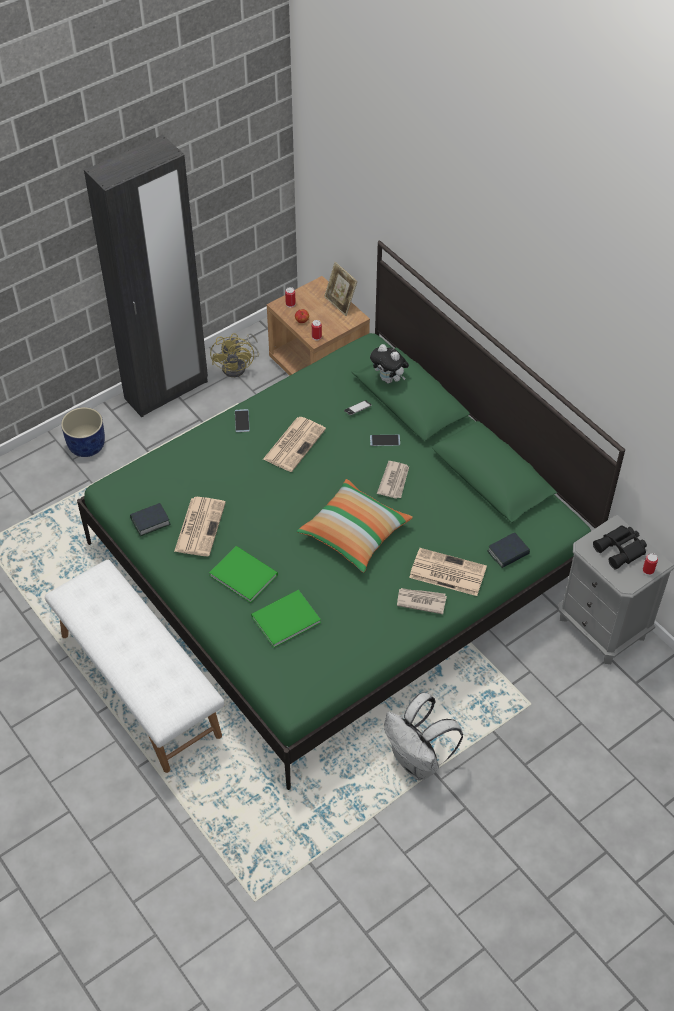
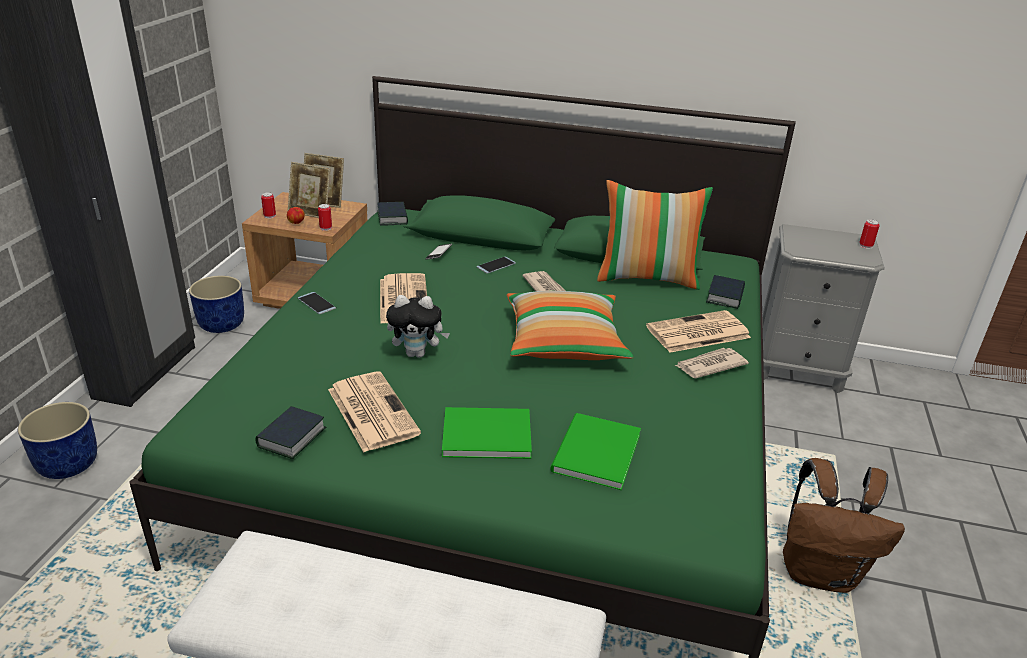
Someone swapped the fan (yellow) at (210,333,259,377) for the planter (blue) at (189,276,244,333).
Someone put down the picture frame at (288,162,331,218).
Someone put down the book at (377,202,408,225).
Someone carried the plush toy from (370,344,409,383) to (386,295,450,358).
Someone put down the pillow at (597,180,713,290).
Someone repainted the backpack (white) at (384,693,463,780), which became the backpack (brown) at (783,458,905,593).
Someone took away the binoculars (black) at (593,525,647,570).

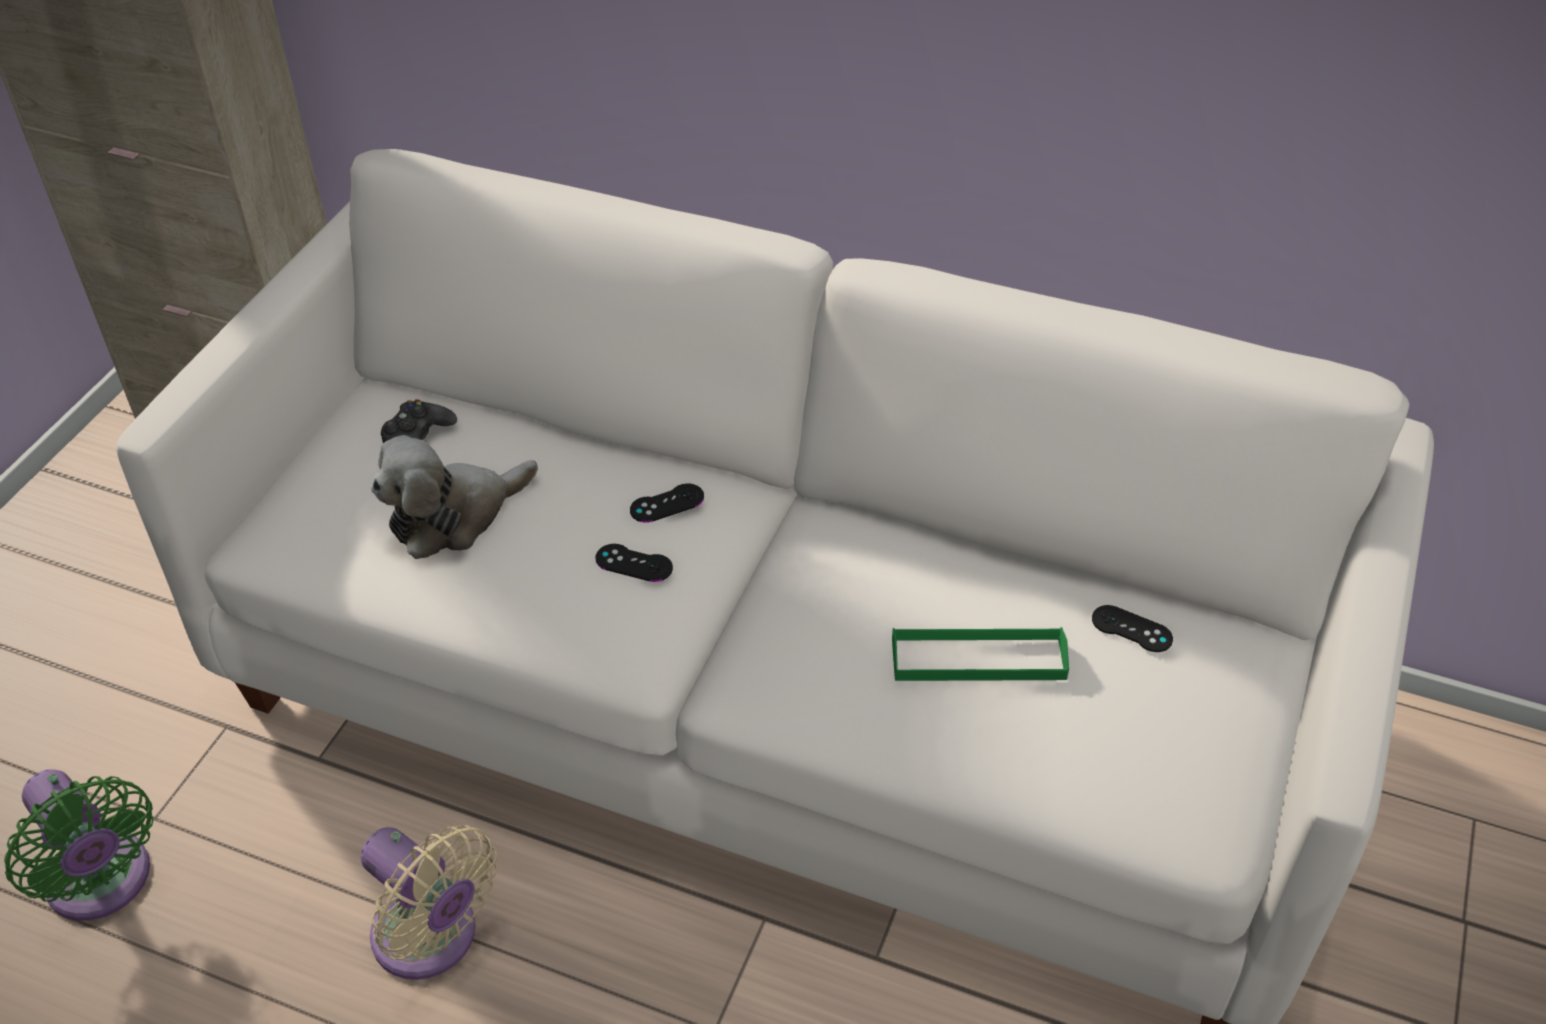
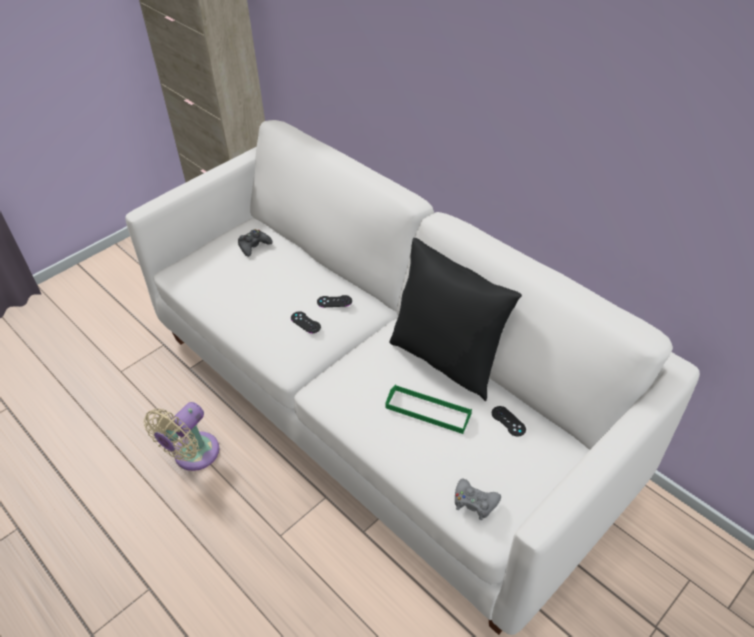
Someone rotated the fan (beige) at (360,825,497,980) by 60 degrees clockwise.
Someone put down the pillow (black) at (389,238,522,401).
Someone put down the game controller (grey) at (455,478,501,520).
Someone took away the fan (green) at (4,769,154,921).
Someone took away the plush toy at (371,435,538,559).

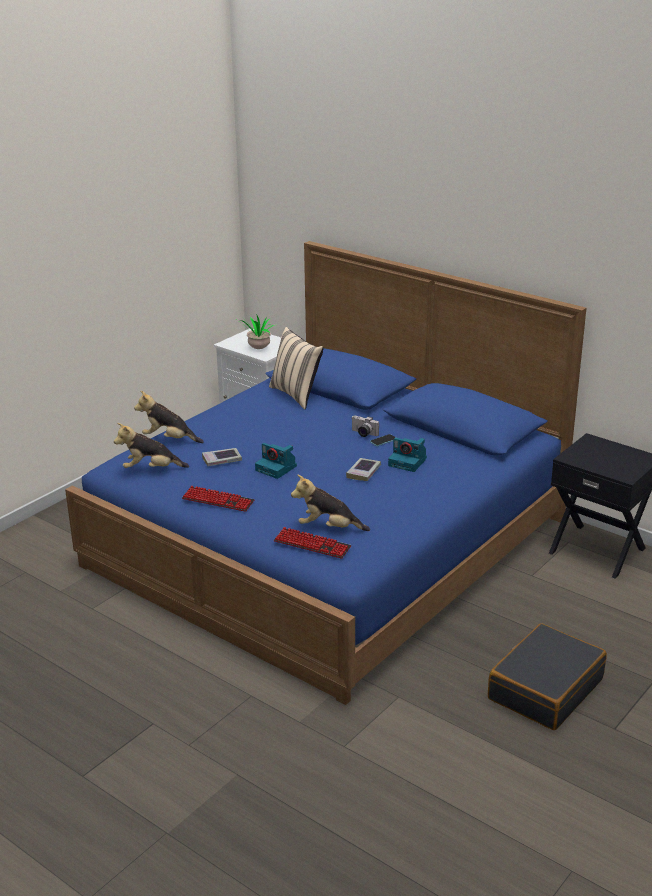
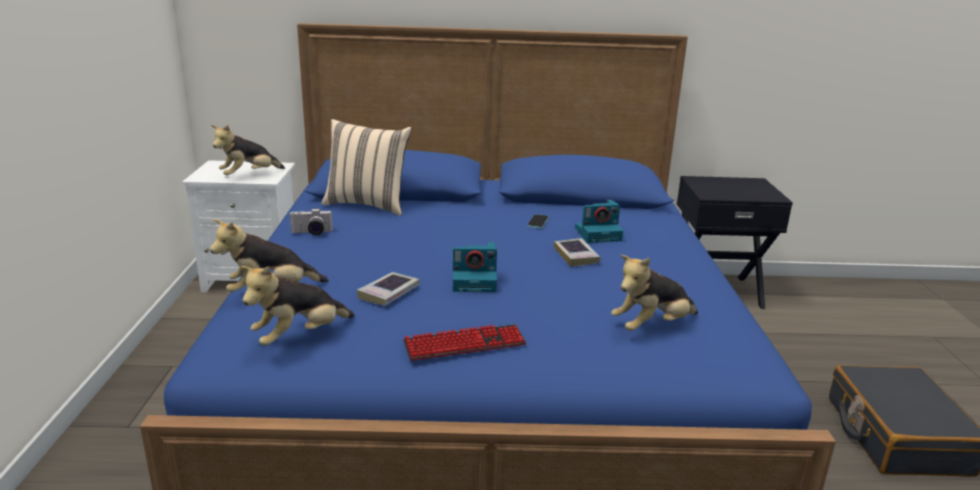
Someone swapped the potted plant at (237,314,274,349) for the plush toy at (211,125,285,175).
Someone carried the photo camera from (352,416,379,437) to (290,208,333,235).
Someone took away the keyboard at (274,527,351,559).

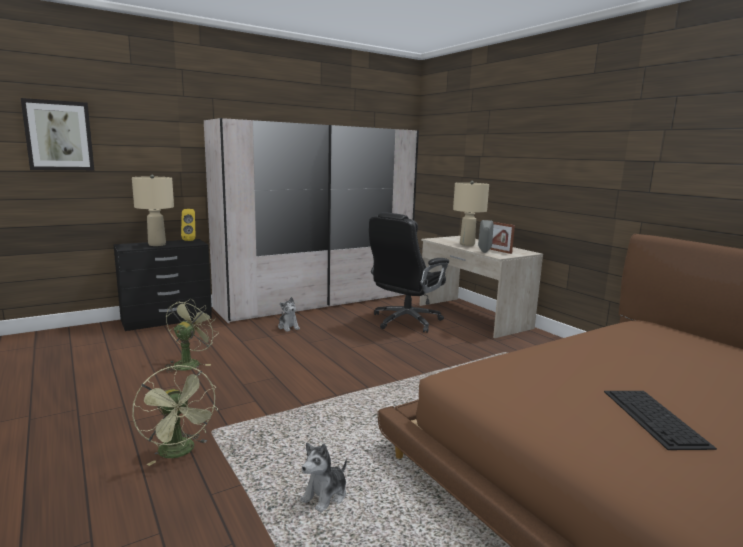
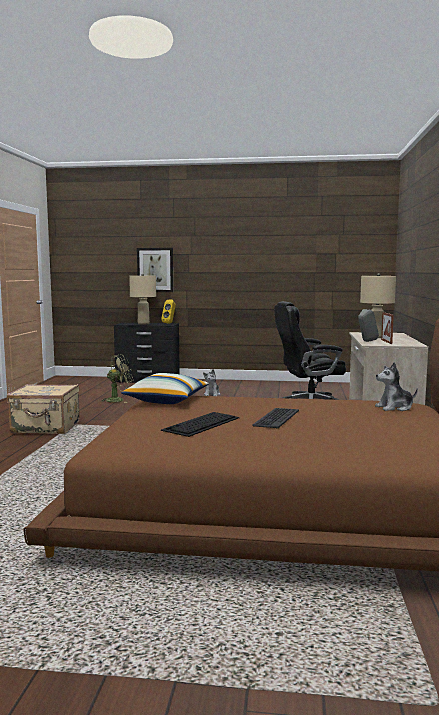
Someone swapped the fan (green) at (132,365,218,466) for the suitcase (beige) at (7,384,80,434).
Someone put down the pillow at (121,373,209,404).
Someone carried the picture from (21,98,94,171) to (137,248,173,292).
Someone put down the keyboard at (252,408,299,428).
Someone carried the plush toy from (300,443,347,512) to (375,362,418,411).
Someone took away the wardrobe (white) at (204,118,419,323).

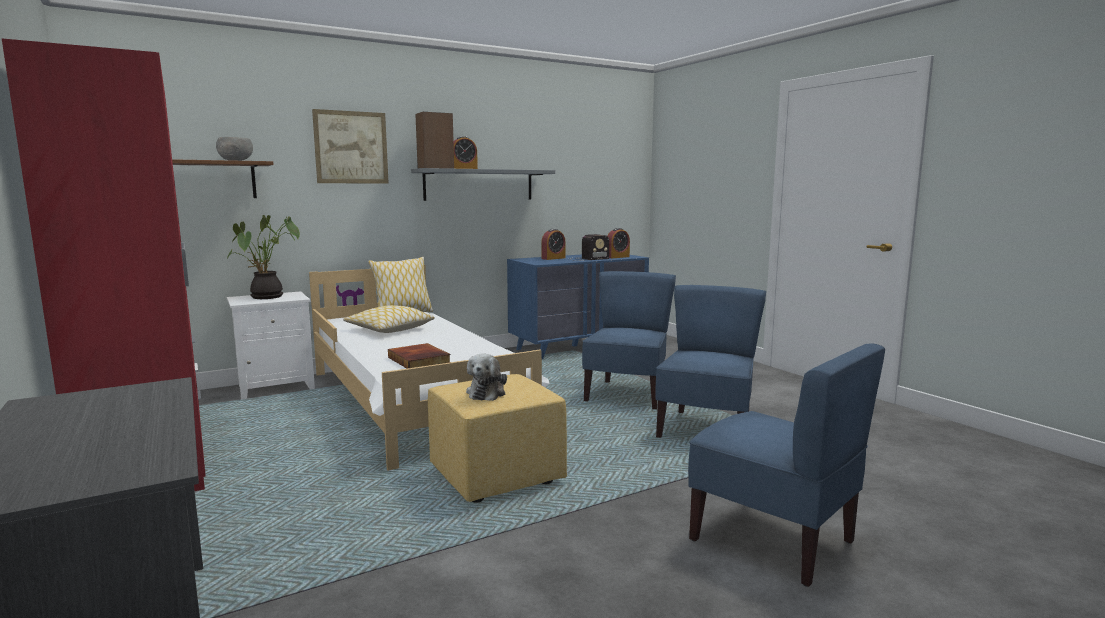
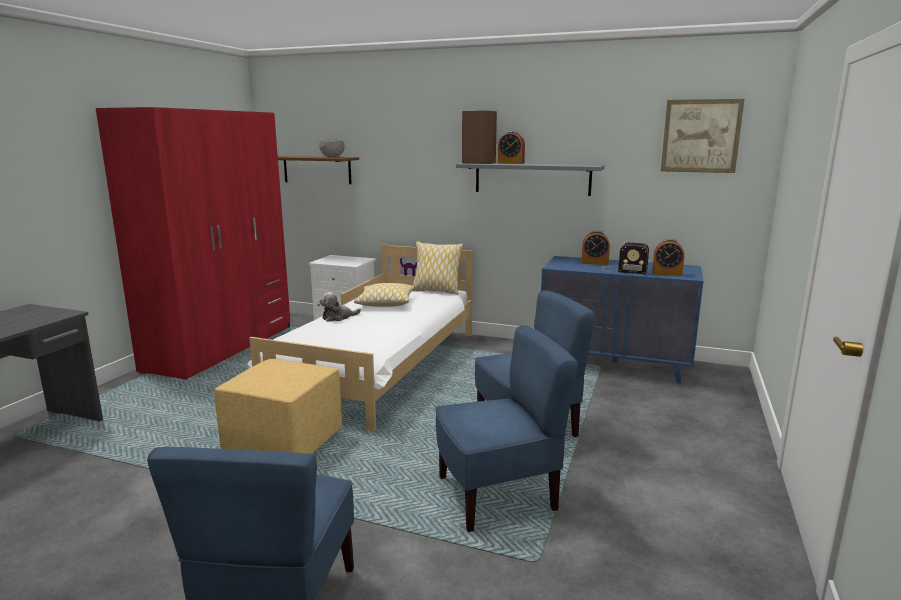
Someone carried the plush toy from (466,353,507,401) to (320,292,361,322).
Someone carried the picture from (312,109,389,183) to (661,99,744,173).
Someone took away the potted plant at (227,215,300,299).
Someone took away the book at (388,343,451,369).

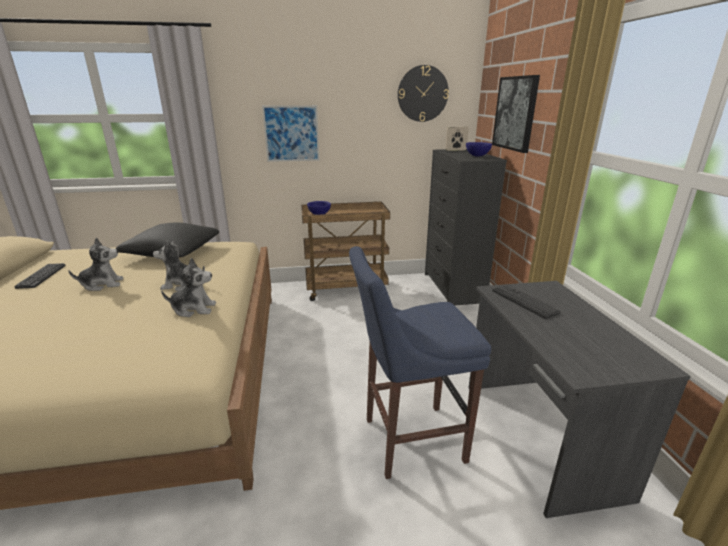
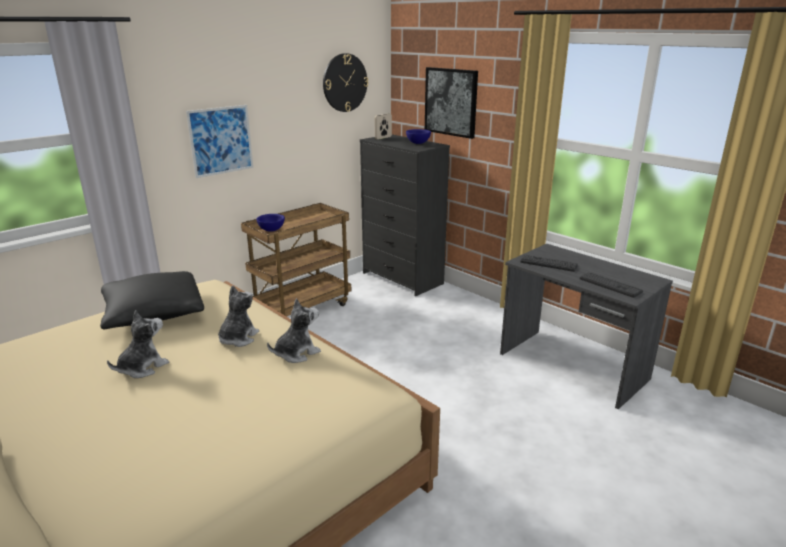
Someone rotated the plush toy at (153,240,205,291) by 150 degrees clockwise.
Someone carried the keyboard from (14,263,66,289) to (580,272,643,298).
Someone took away the stool (blue) at (349,246,491,479).

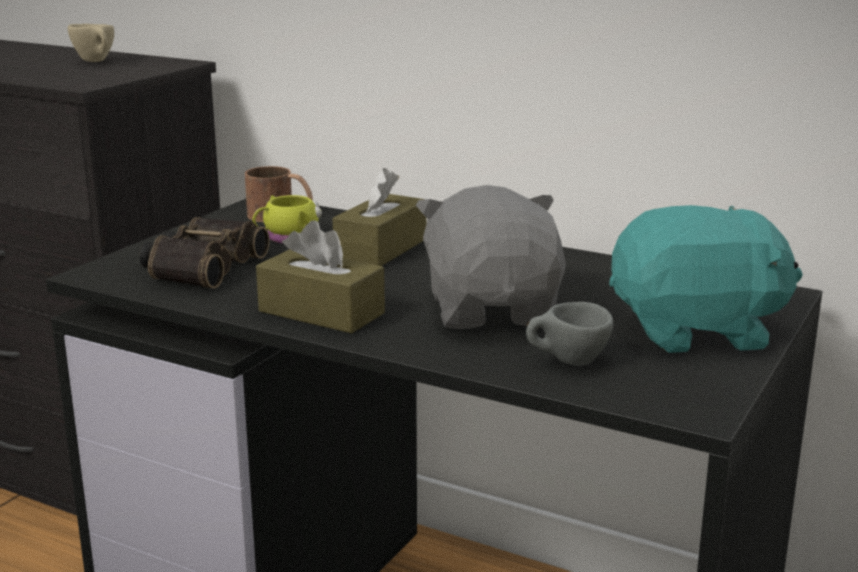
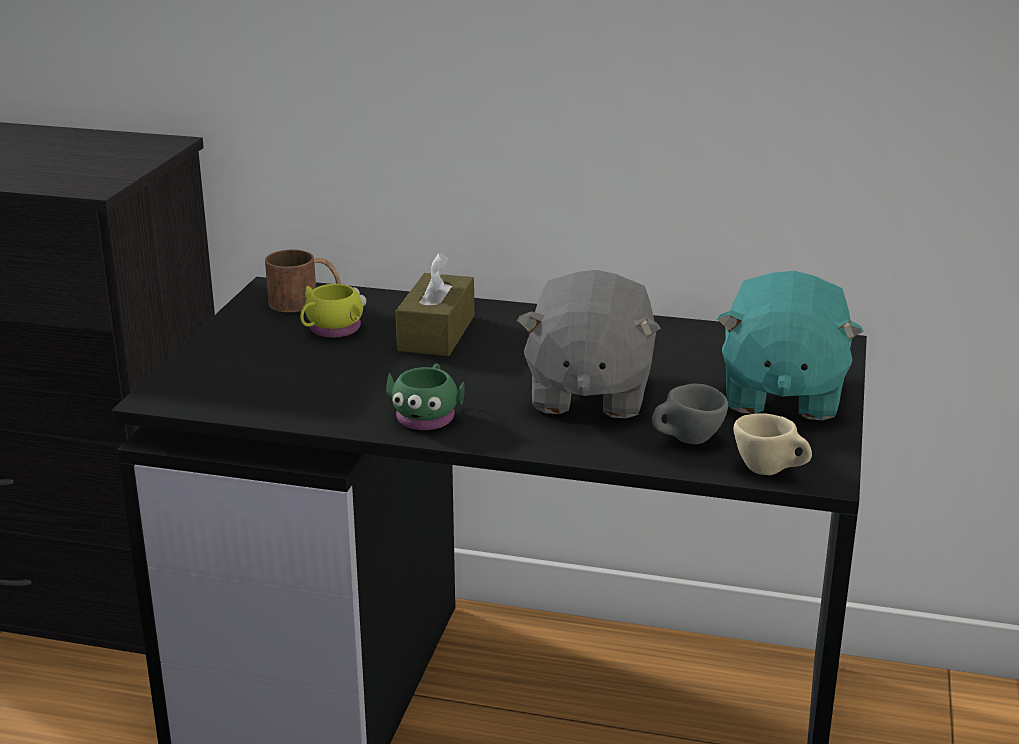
Someone swapped the tissue box (brown) at (256,220,385,334) for the mug (green) at (386,364,465,430).
Someone rotated the plush toy (grey) at (416,185,566,329) by 150 degrees counterclockwise.
Someone rotated the plush toy (turquoise) at (609,205,803,353) by 120 degrees clockwise.
Someone carried the cup (beige) from (68,24,114,62) to (733,413,812,475).
Someone took away the binoculars at (139,217,270,288).

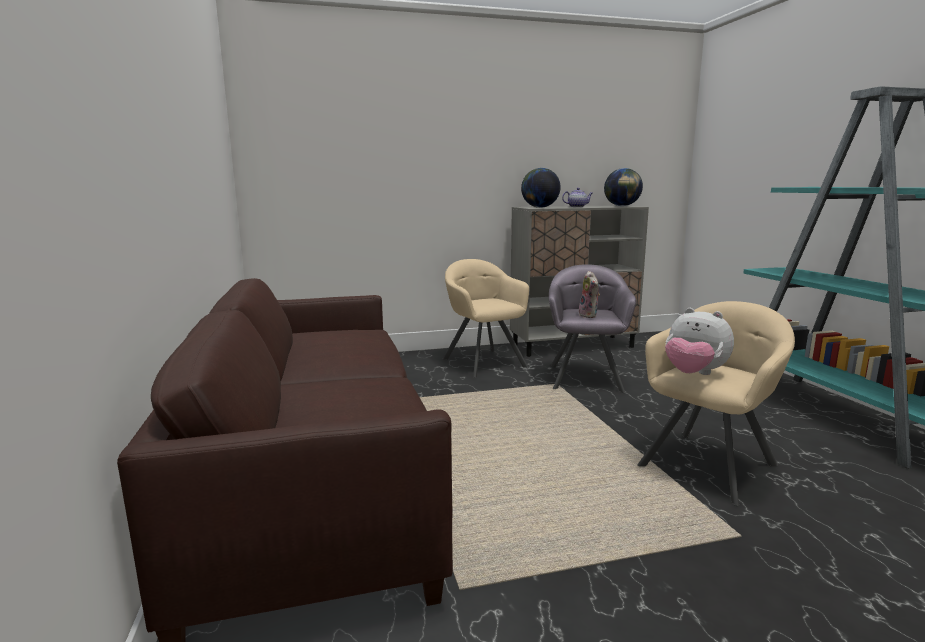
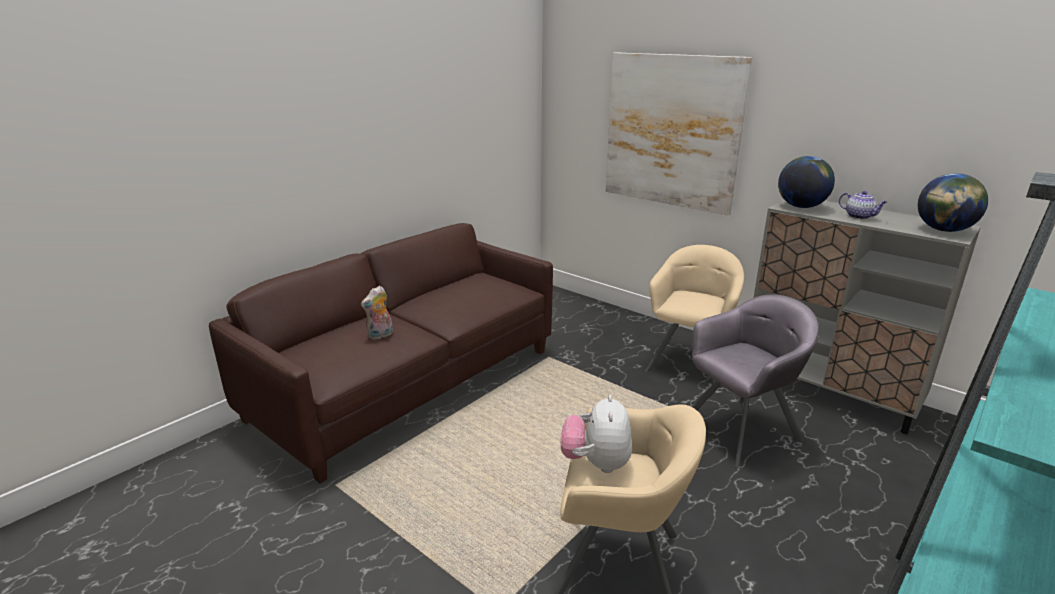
Someone carried the plush toy from (579,271,600,318) to (361,286,393,340).
Someone put up the picture at (606,52,752,216).

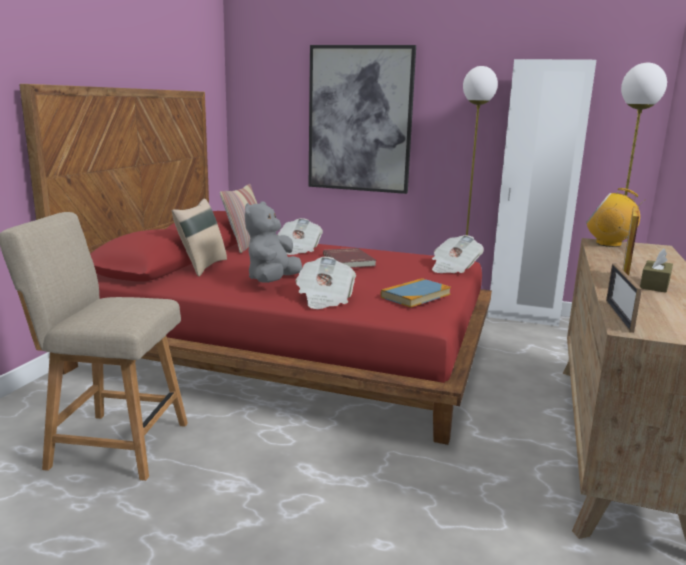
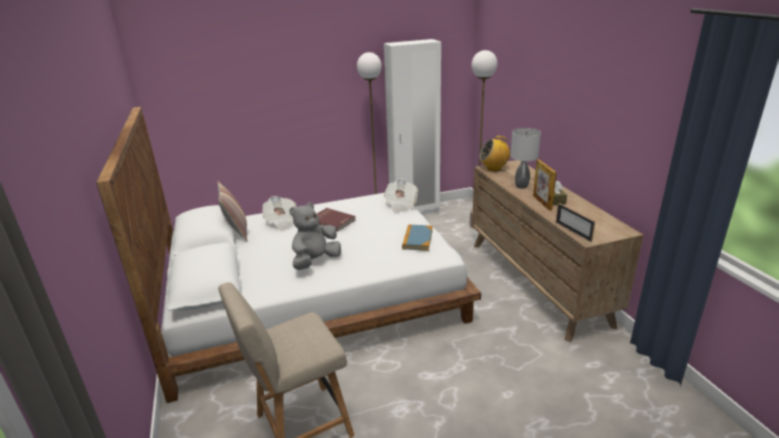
Someone repainted the bed (red) at (19,84,492,445), which became the bed (white) at (96,107,481,403).
Someone rotated the plush toy (grey) at (245,201,302,283) by 60 degrees clockwise.
Someone put down the table lamp (grey) at (510,128,541,189).
Someone took away the pillow (beige) at (172,199,227,277).
Someone took away the newspaper at (295,257,356,309).
Someone took away the picture at (309,45,416,194).

